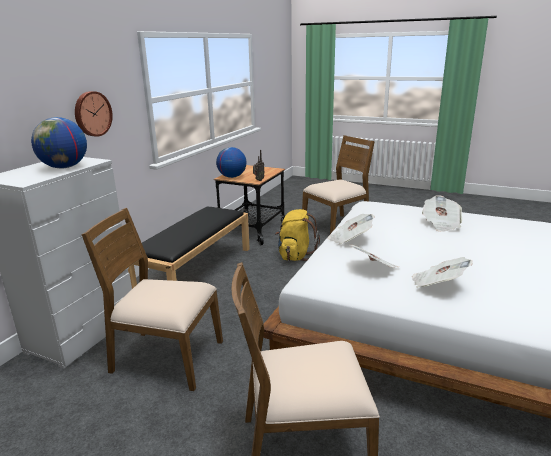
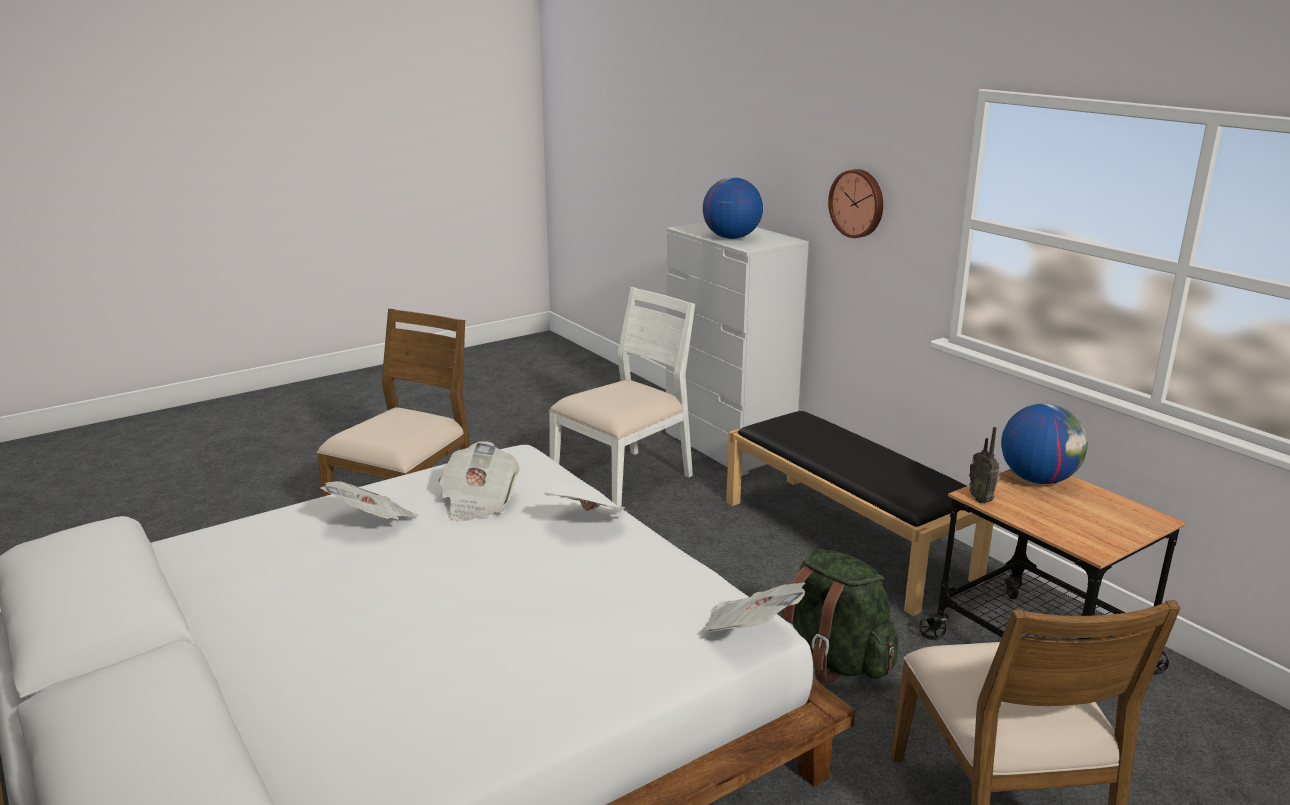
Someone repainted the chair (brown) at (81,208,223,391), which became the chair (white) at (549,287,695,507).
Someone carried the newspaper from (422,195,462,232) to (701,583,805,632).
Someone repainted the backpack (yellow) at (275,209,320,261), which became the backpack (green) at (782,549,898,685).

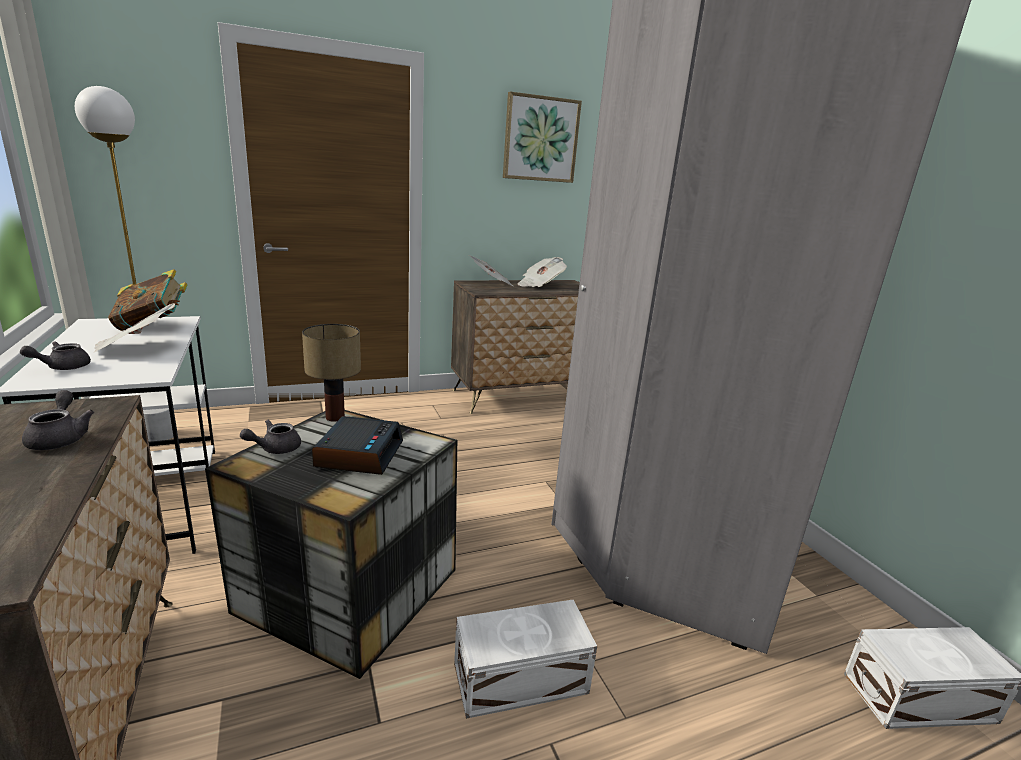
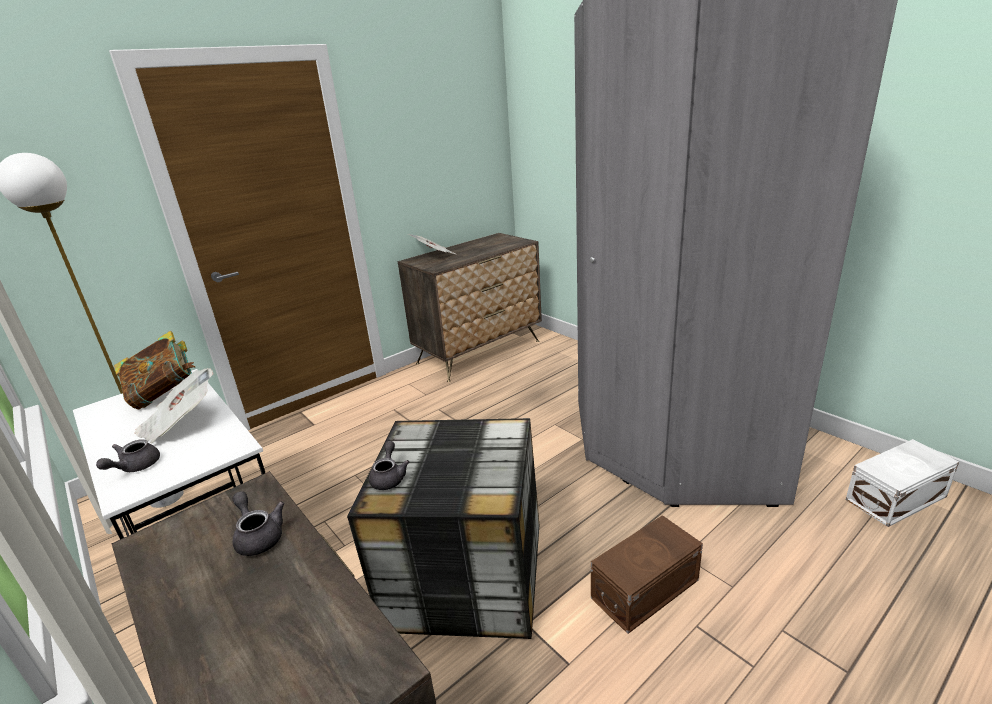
Someone rotated the teapot (grey) at (240,420,301,454) by 150 degrees clockwise.
Someone repainted the storage box (white) at (454,600,597,719), which became the storage box (brown) at (591,515,703,634).
Someone took away the table lamp at (302,324,361,422).
Someone took away the alarm clock at (312,416,403,475).
Someone took away the picture at (503,92,582,183).
Someone took away the newspaper at (517,257,567,287).

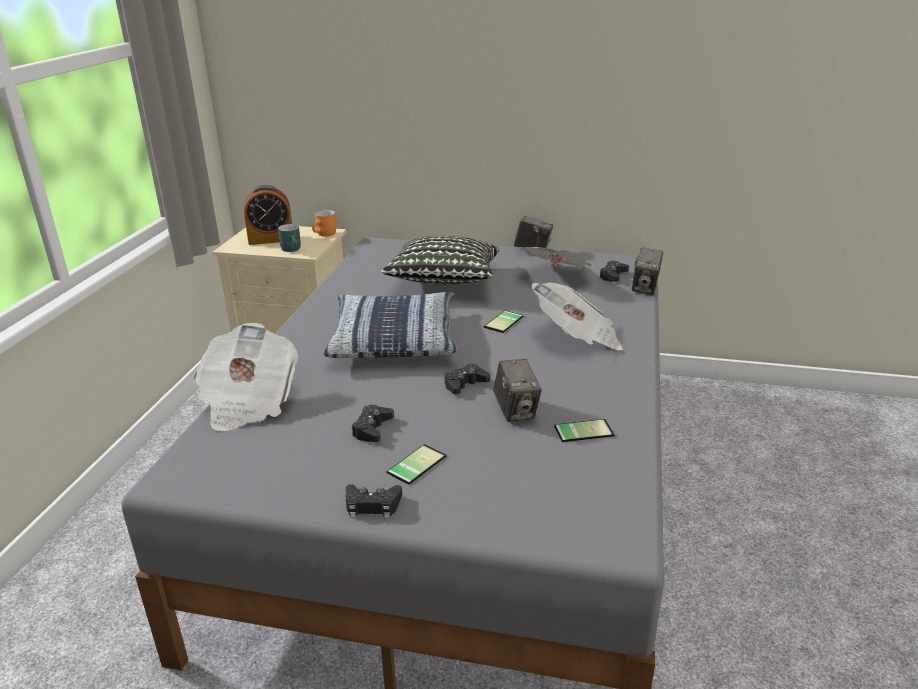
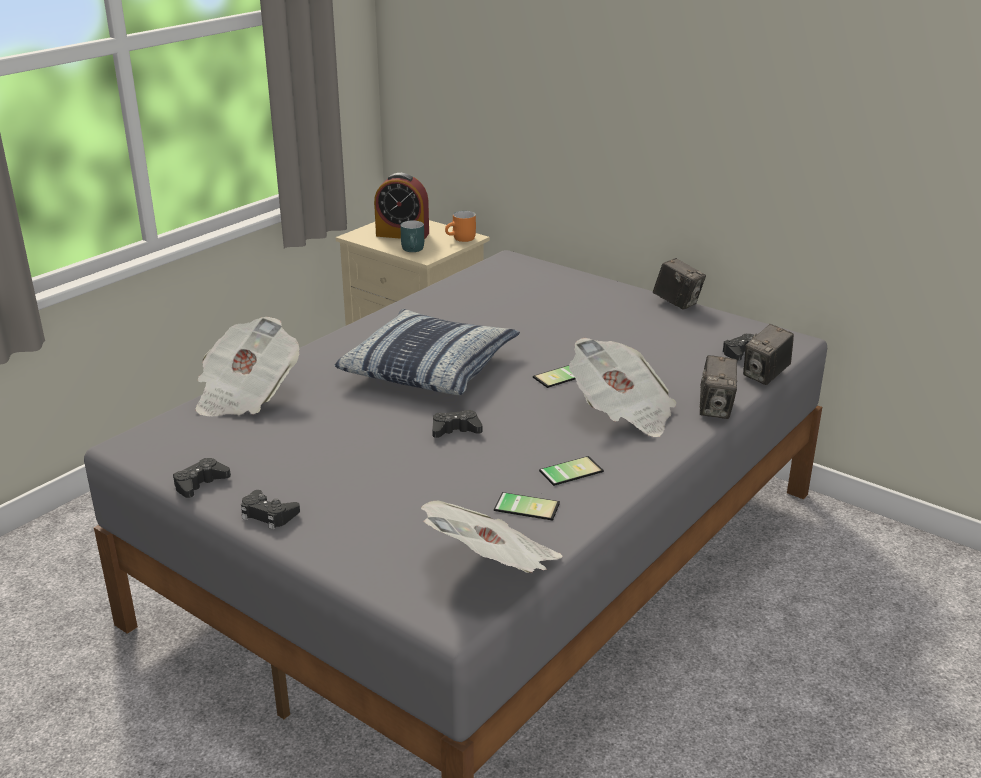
Someone carried the game controller (black) from (352,405,394,442) to (173,458,231,498).
Someone carried the newspaper from (518,247,592,267) to (421,500,563,573).
Someone carried the phone from (387,444,446,485) to (539,456,604,486).
Someone carried the photo camera from (493,359,542,422) to (700,355,737,419).
Someone took away the pillow at (381,236,499,285).

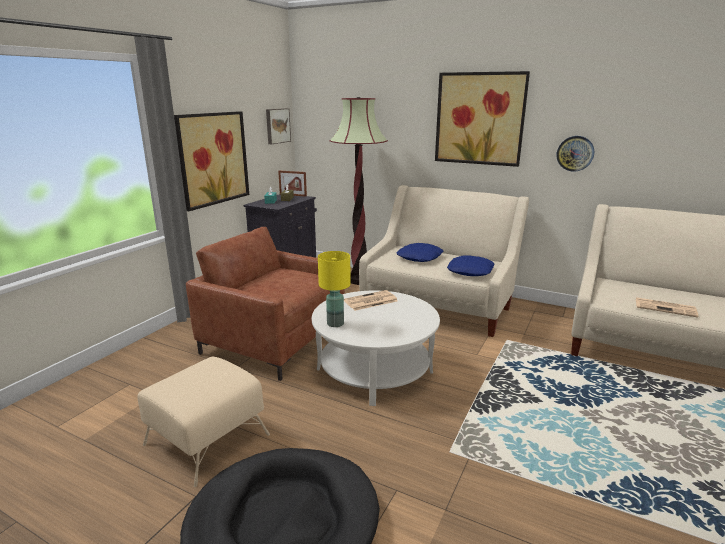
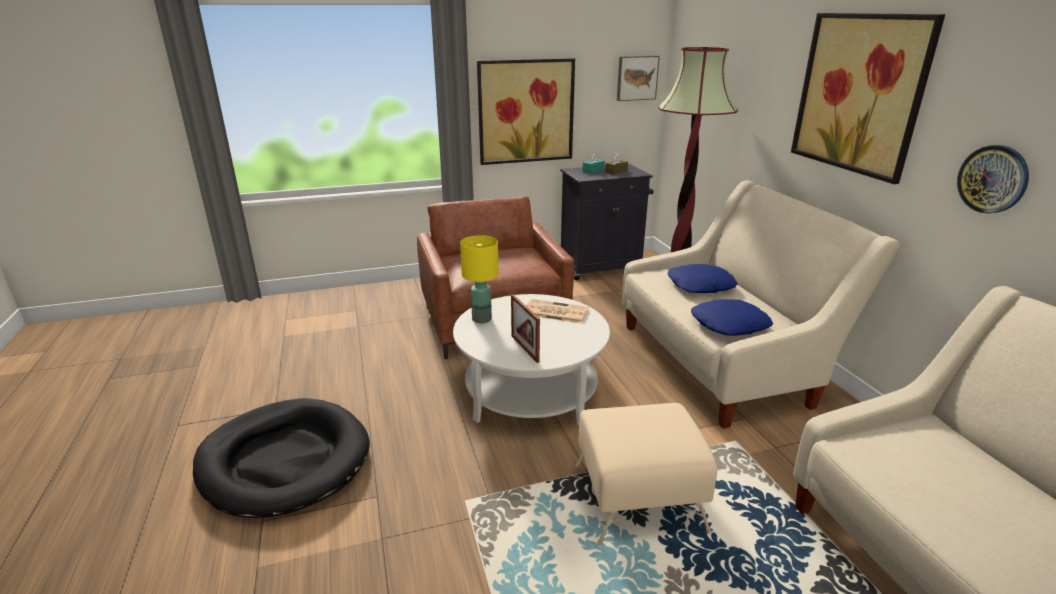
Someone carried the picture frame from (278,171,307,197) to (511,294,540,363).
Someone carried the ottoman (beige) from (137,357,270,487) to (574,403,717,546).
Someone took away the newspaper at (636,297,698,317).

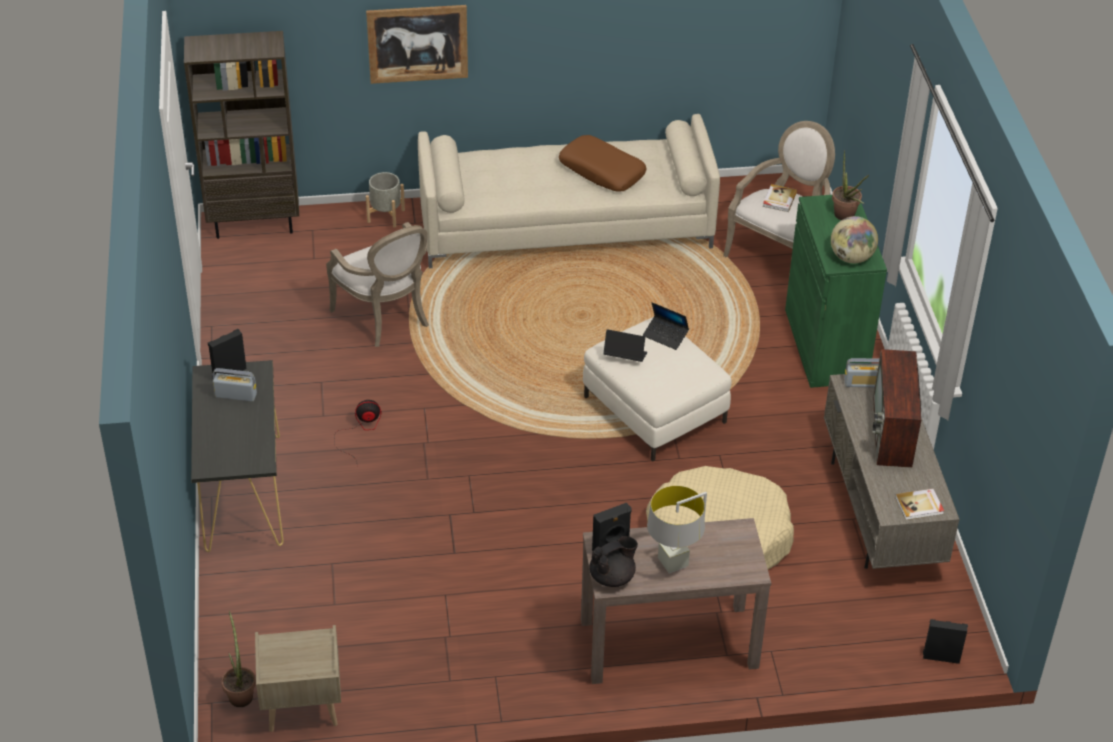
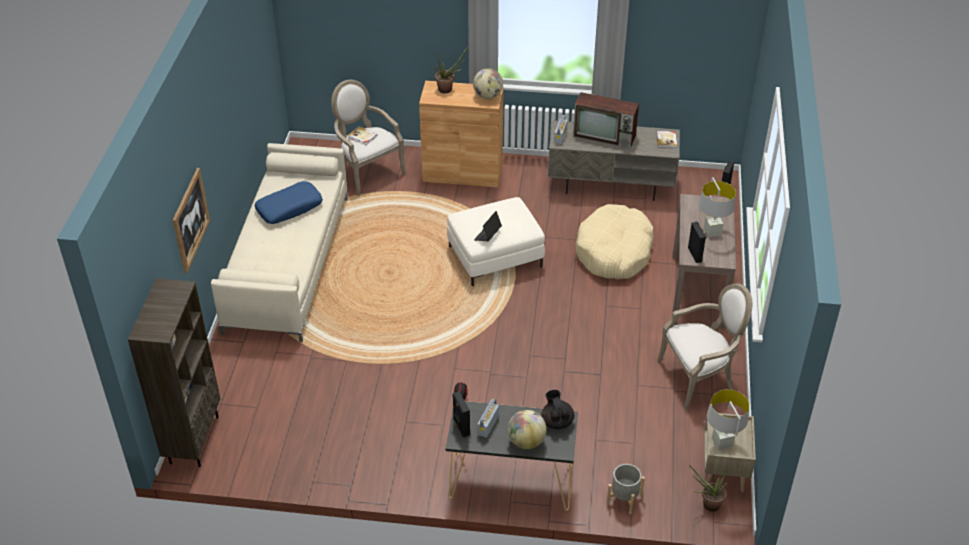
Someone repainted the pillow (brown) at (559,135,647,192), which became the pillow (blue) at (255,181,323,224).
Someone repainted the cabinet (green) at (785,195,887,388), which became the cabinet (brown) at (419,81,503,188).
Someone put down the globe at (507,410,547,449).
Someone carried the teapot (black) from (589,536,638,587) to (541,390,574,429).
Someone carried the planter (grey) from (366,172,405,228) to (607,464,645,514).
Someone carried the armchair from (326,222,429,347) to (657,283,752,410).
Someone put down the table lamp (grey) at (707,389,749,450).
Someone took away the laptop at (643,302,689,350).

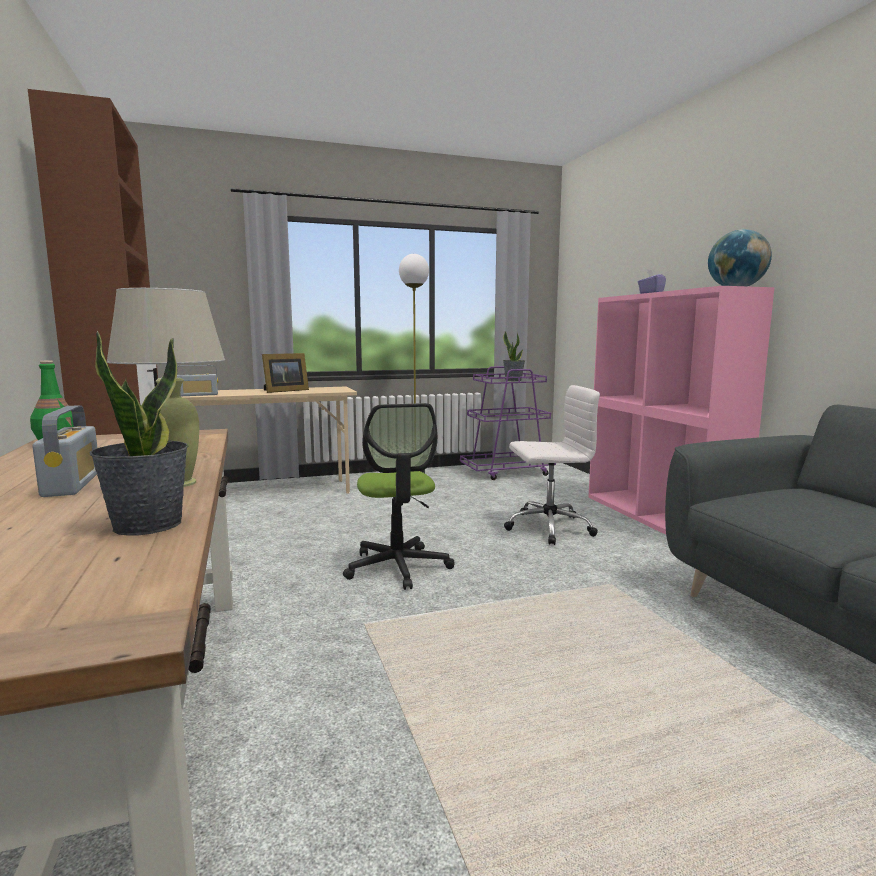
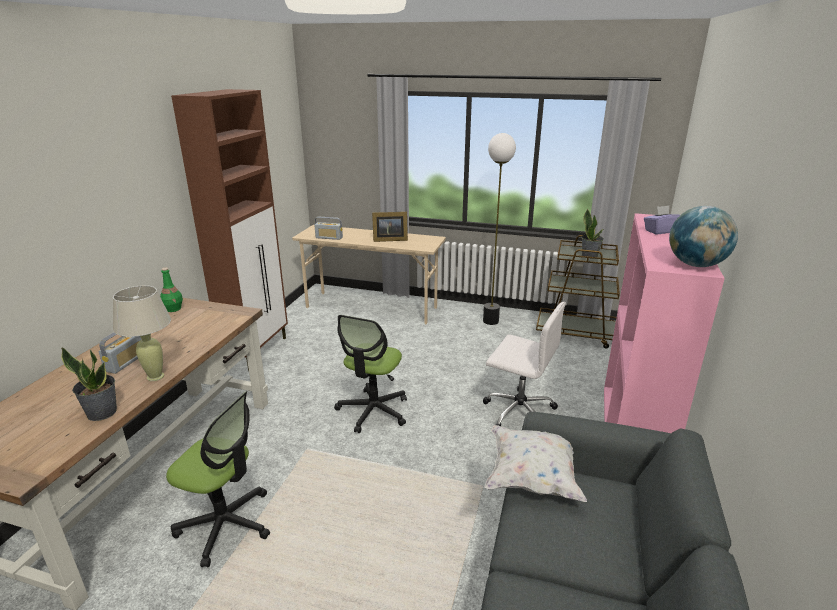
Someone put down the office chair at (166,391,270,567).
Someone put down the pillow (white) at (484,425,587,502).
Someone repainted the cart (purple) at (460,366,556,480), which became the cart (brown) at (536,235,620,349).

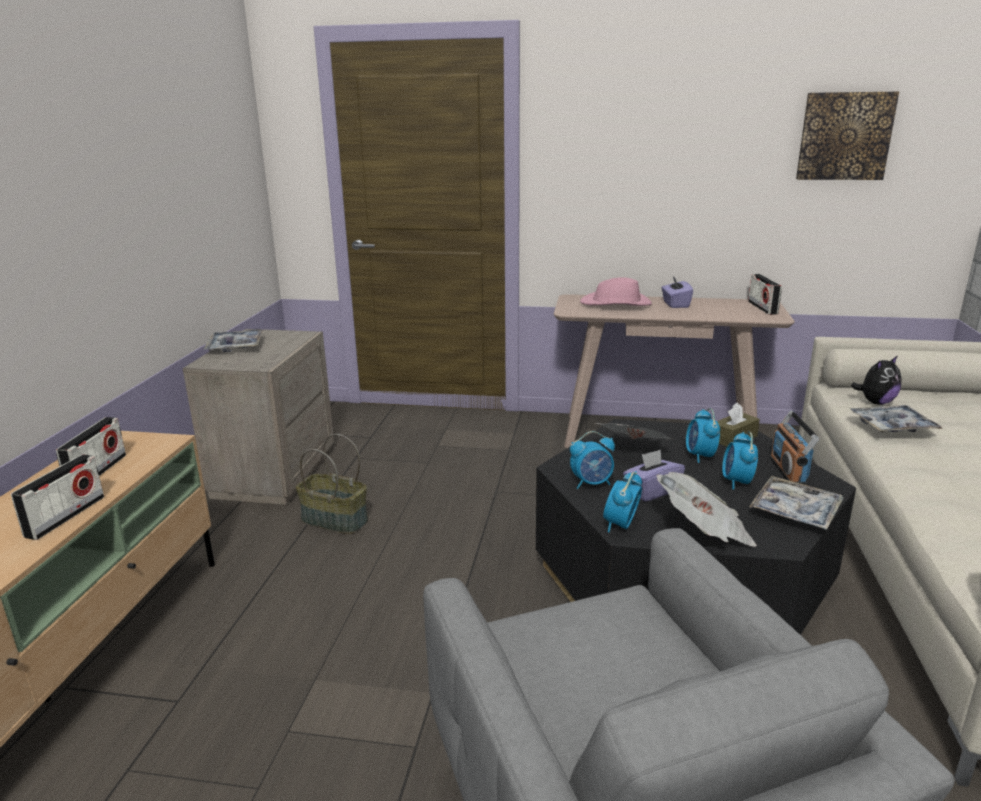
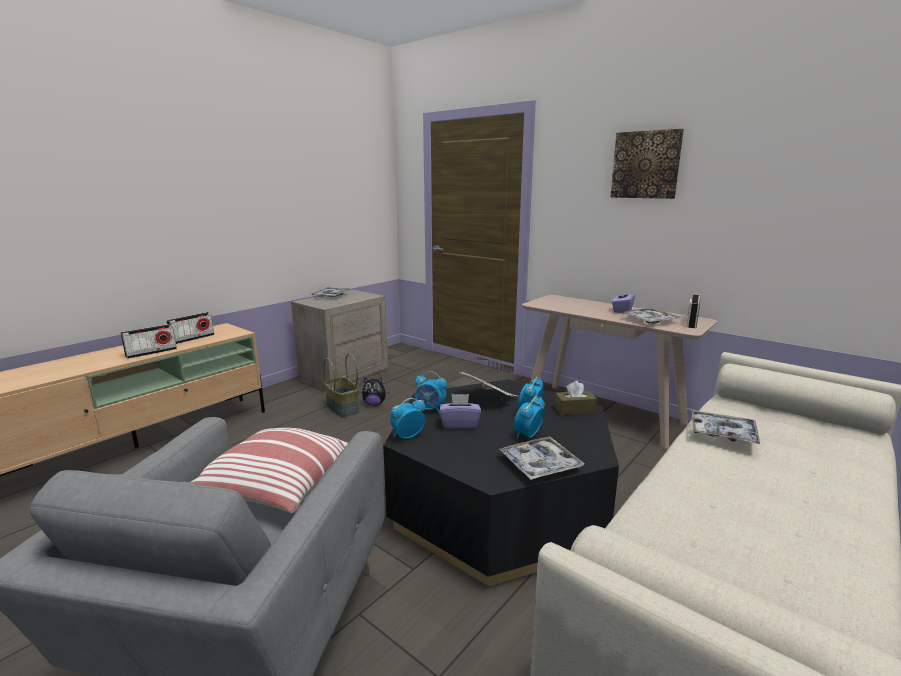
Someone put down the pillow at (191,428,348,514).
Someone carried the plush toy from (851,355,901,405) to (362,378,389,406).
Someone carried the picture from (796,92,899,180) to (610,129,684,199).
Someone put down the tray at (621,308,681,323).
Someone took away the hat (pink) at (580,277,652,306).
Someone took away the newspaper at (656,472,757,547).
Someone took away the radio at (770,411,819,485).

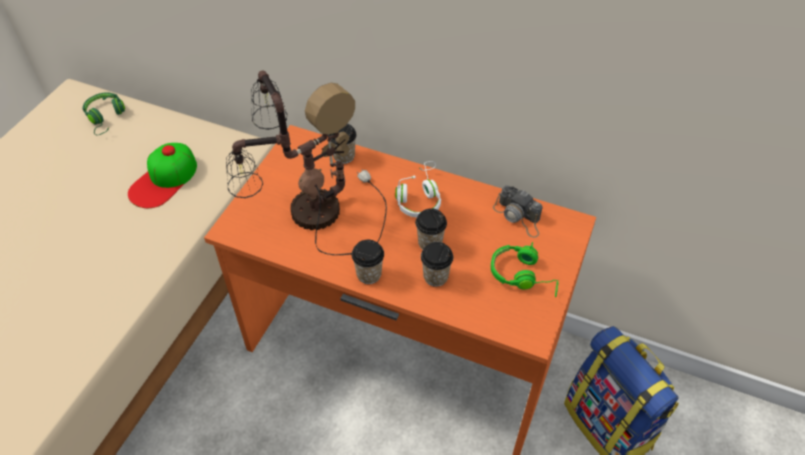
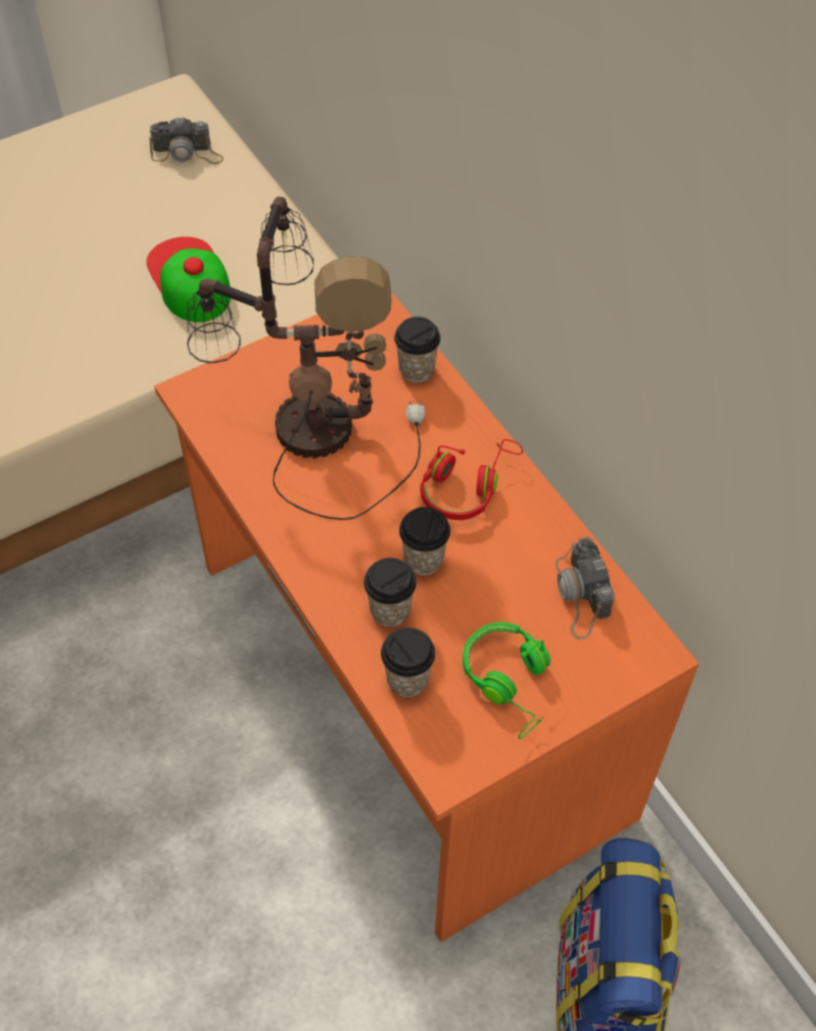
Someone rotated the cap at (128,143,197,208) by 90 degrees clockwise.
Someone swapped the headphones (green) at (83,92,125,135) for the photo camera at (149,117,223,164).
Someone carried the cup from (352,240,384,284) to (381,628,435,697).
Someone repainted the headphones (white) at (395,161,441,217), which became the headphones (red) at (420,439,523,520).

